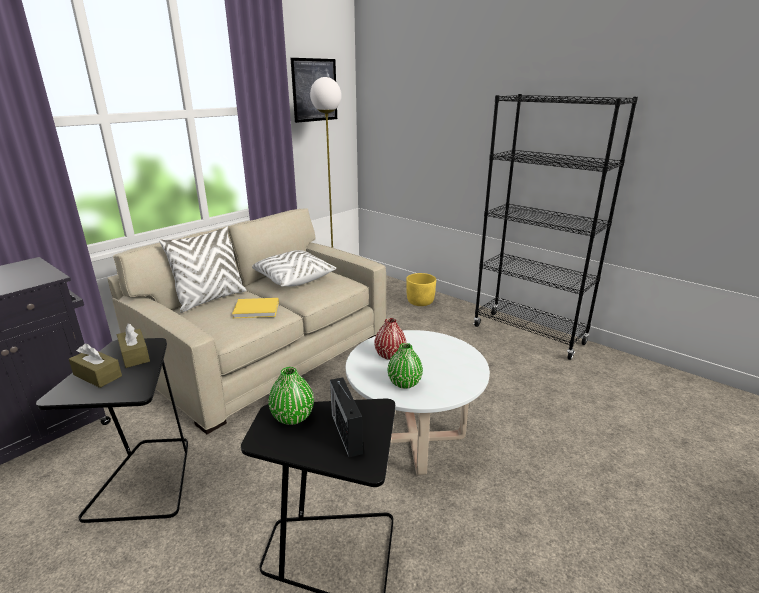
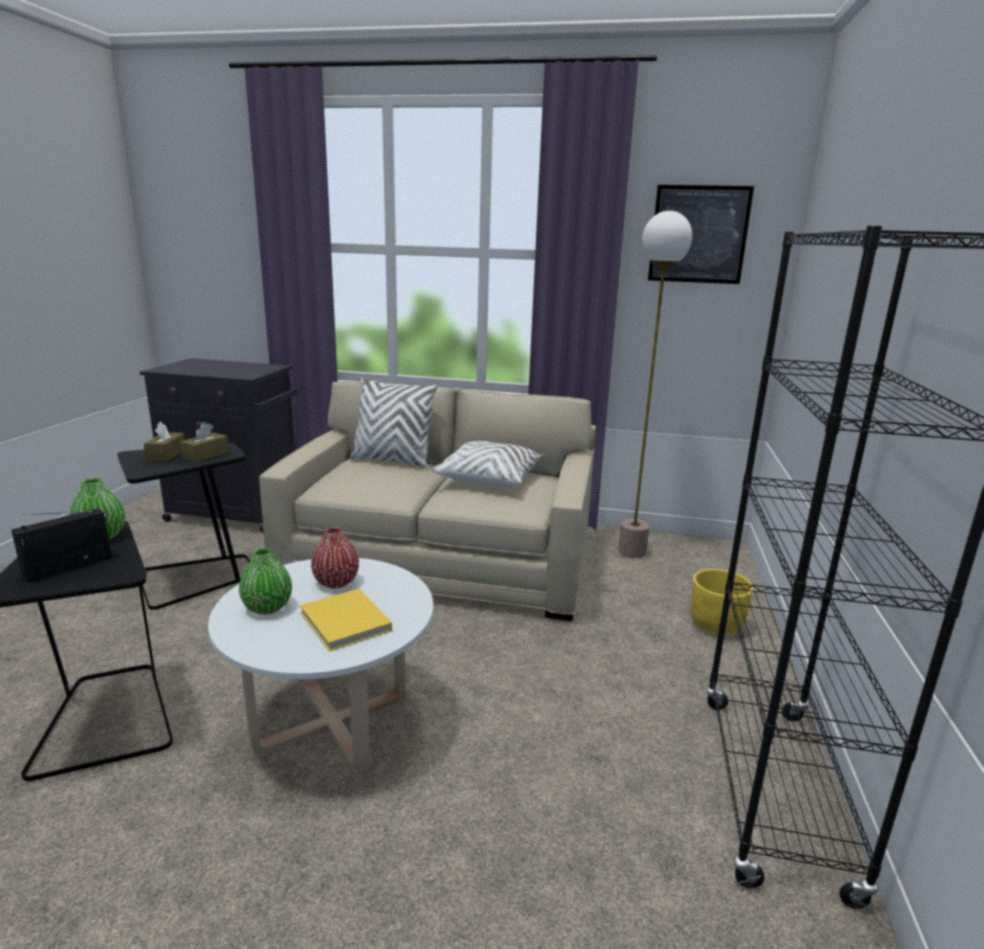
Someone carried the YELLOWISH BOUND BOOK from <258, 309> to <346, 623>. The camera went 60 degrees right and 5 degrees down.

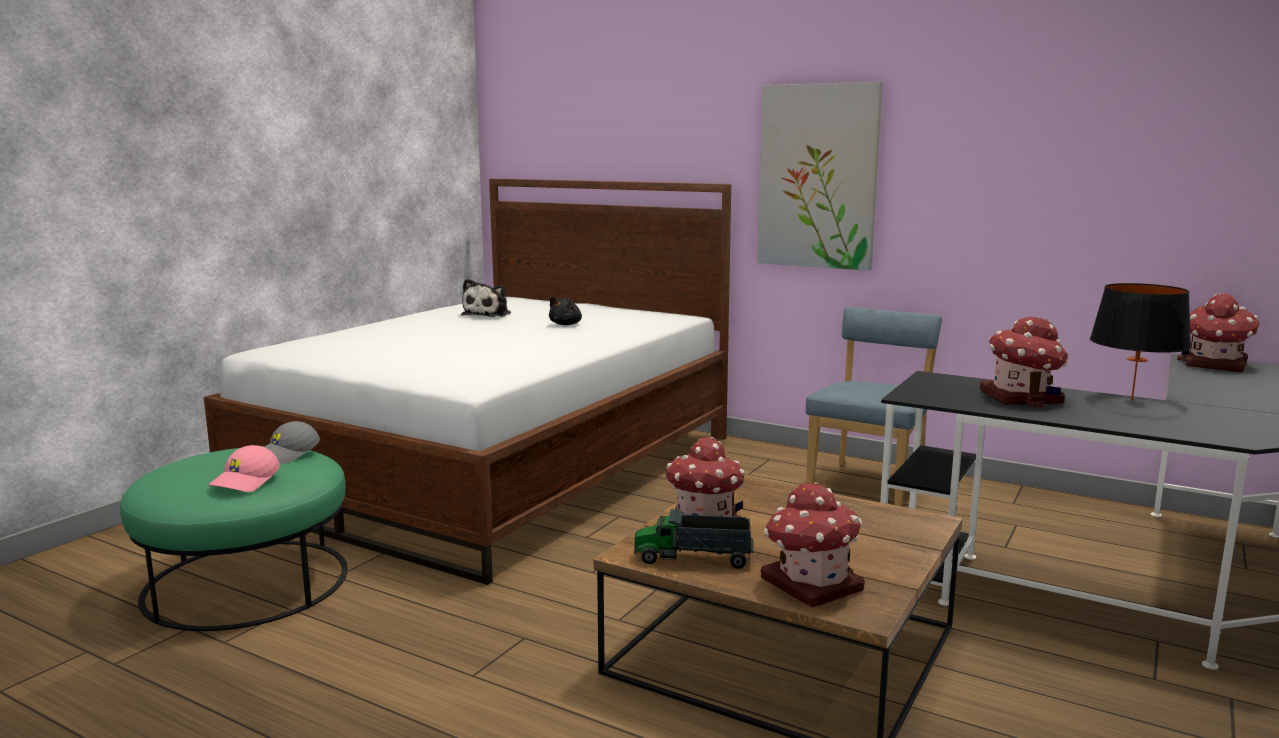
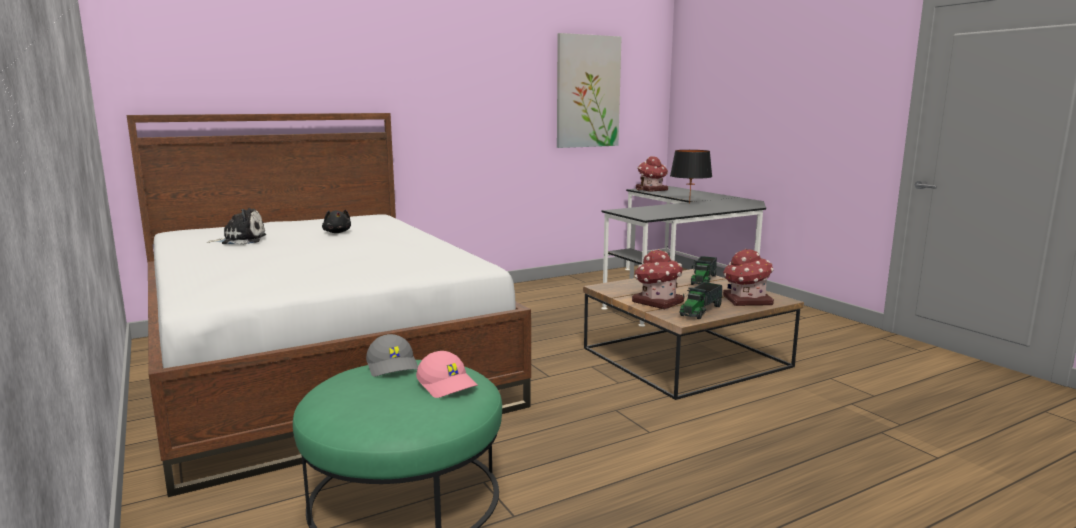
Someone rotated the PLUSH TOY at <488, 314> by 60 degrees counterclockwise. Someone carried the WALL ART from <818, 177> to <588, 91>. Someone took away the BLUE-COLOURED CHAIR at <869, 484>. Someone took away the MINIATURE HOUSE at <1022, 397>. Someone put down the TOY LORRY at <703, 280>. The camera went 60 degrees left and 0 degrees up.

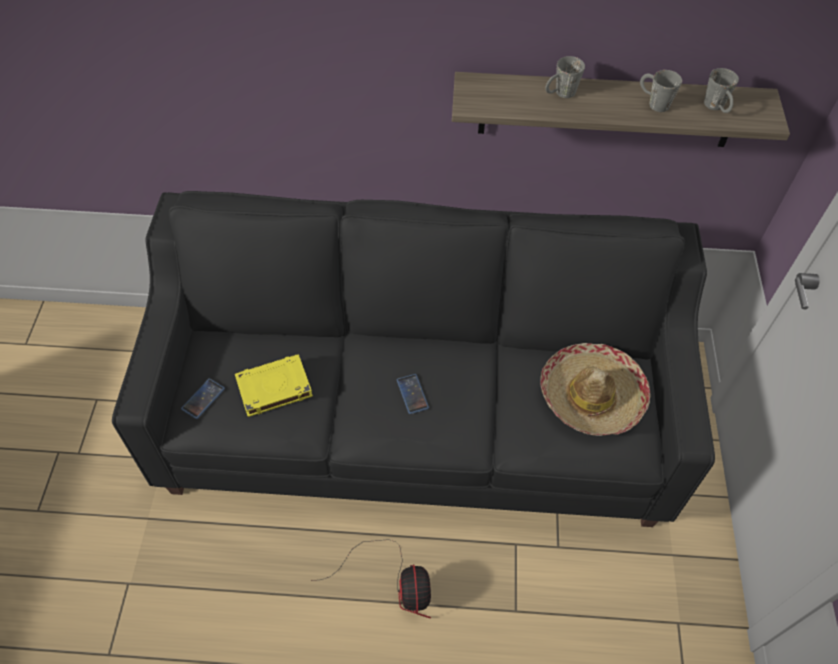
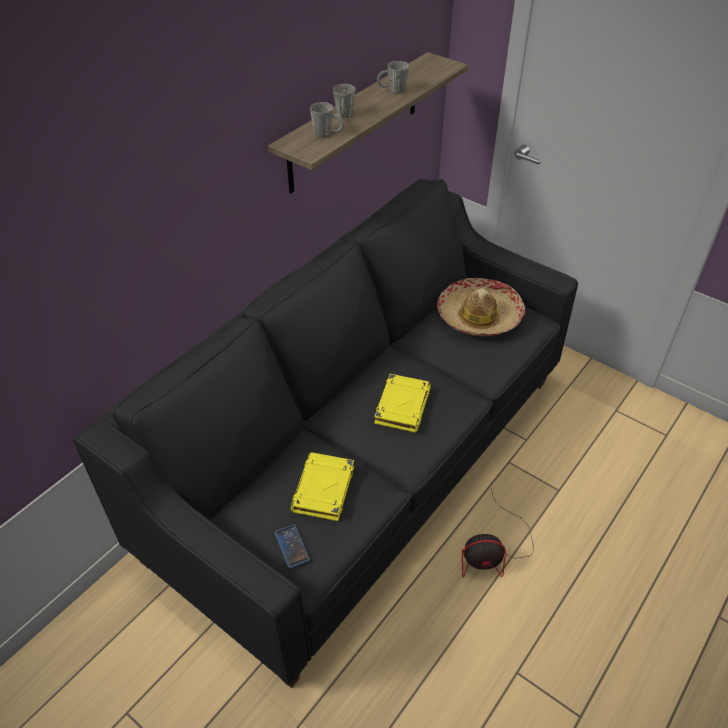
Someone rotated the FAN at <396, 583> by 150 degrees clockwise. Someone swapped the HANDSET at <412, 394> for the YELLOWISH BOUND BOOK at <402, 405>. Someone carried the GRAY TEA MUG from <717, 108> to <328, 134>. The camera went 55 degrees left and 10 degrees down.

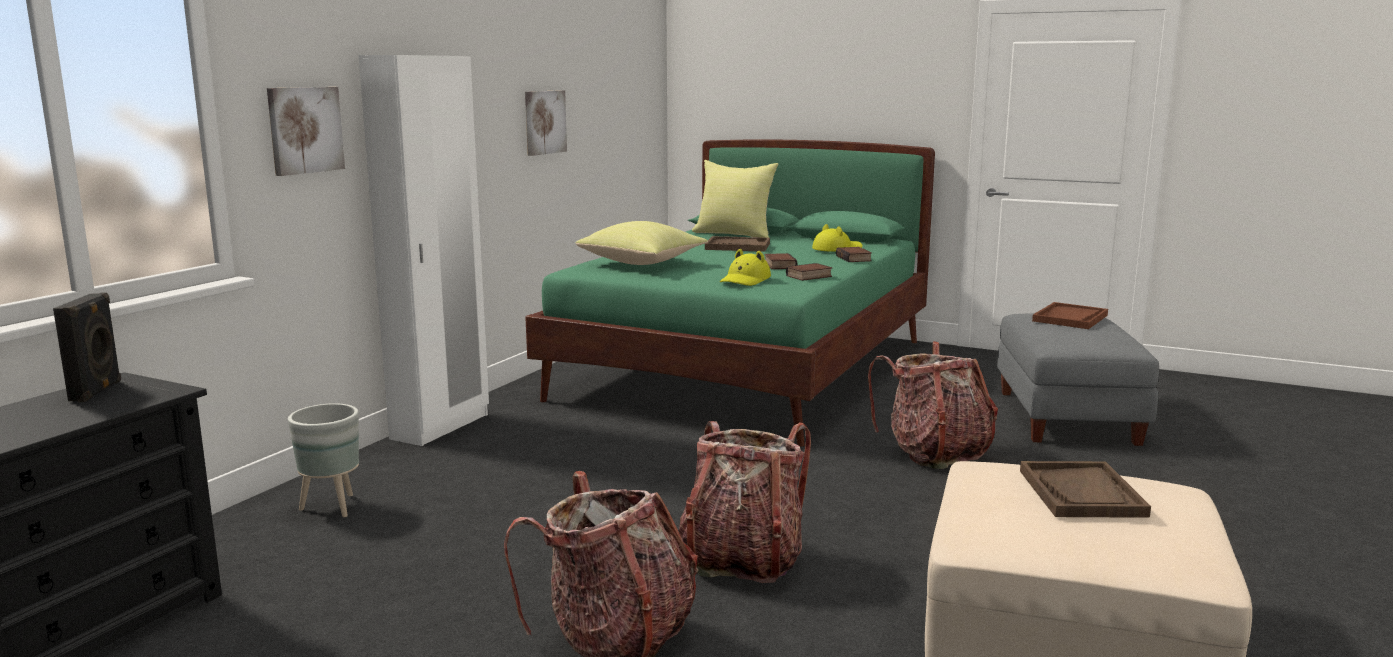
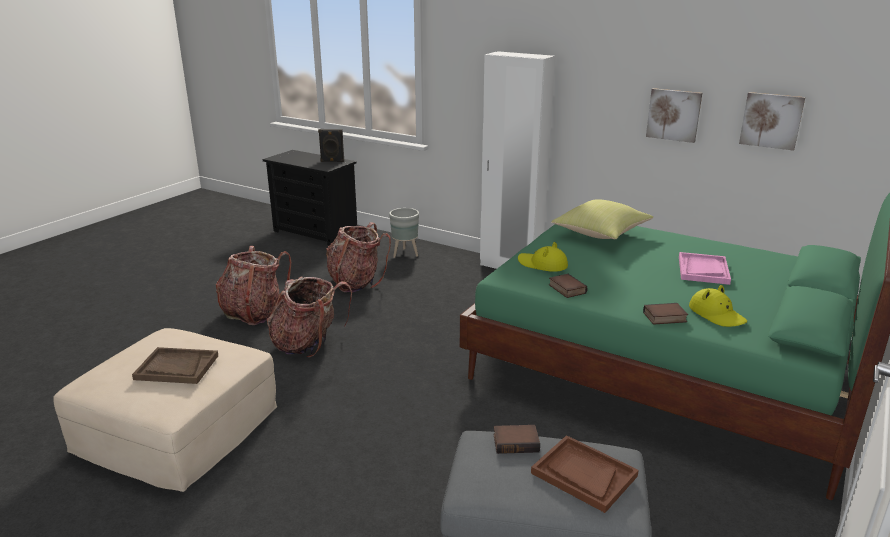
Someone carried the WALL ART from <304, 130> to <771, 120>. Someone took away the YELLOWISH THROW PILLOW at <735, 234>. Someone repainted the BROWN-COLOURED TRAY at <737, 246>, which became the PINK TRAY at <703, 270>. Someone carried the BOUND BOOK from <778, 265> to <516, 442>. Someone carried the BACKPACK from <934, 453> to <356, 282>. The camera went 95 degrees right and 10 degrees up.

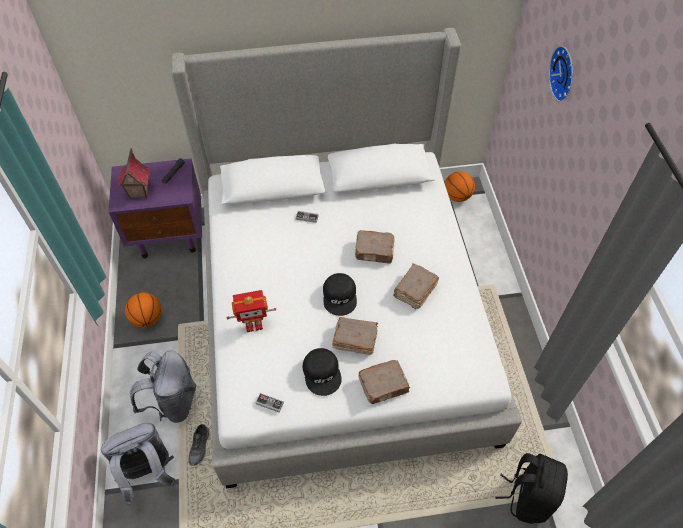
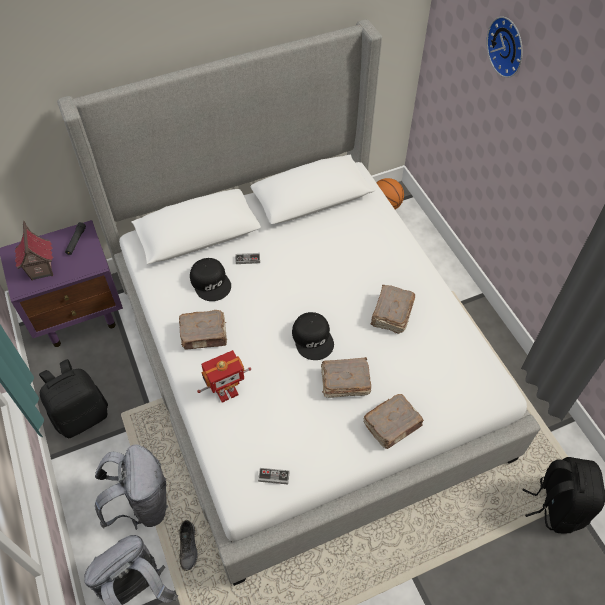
Someone swapped the BASKETBALL BALL at <147, 318> for the BLACK-COLOURED BACKPACK at <82, 415>. Someone carried the BLACK-COLOURED PEAKED CAP from <322, 373> to <211, 282>. Someone carried the BROWN-COLOURED BOUND BOOK from <375, 251> to <204, 335>. The camera went 15 degrees left and 0 degrees up.

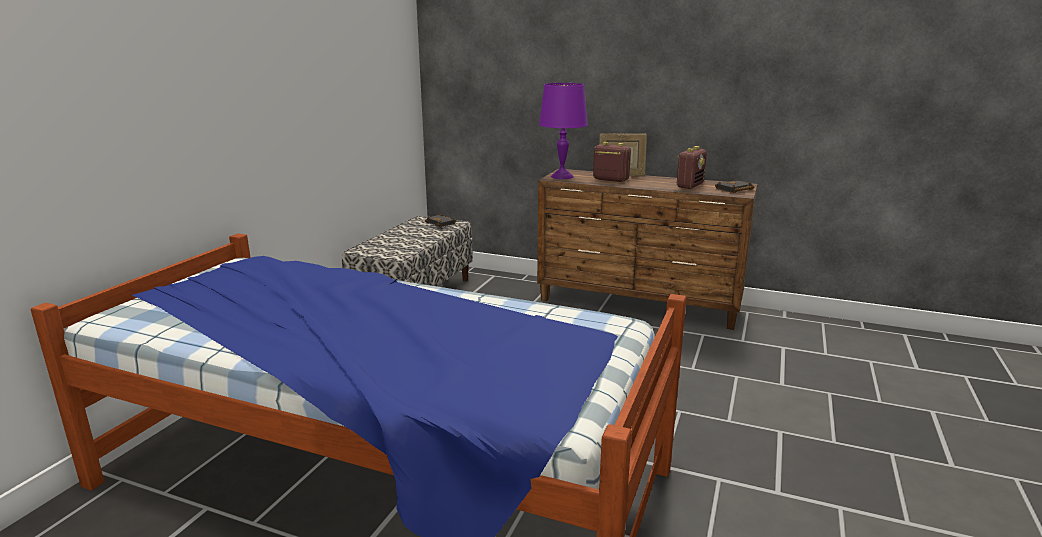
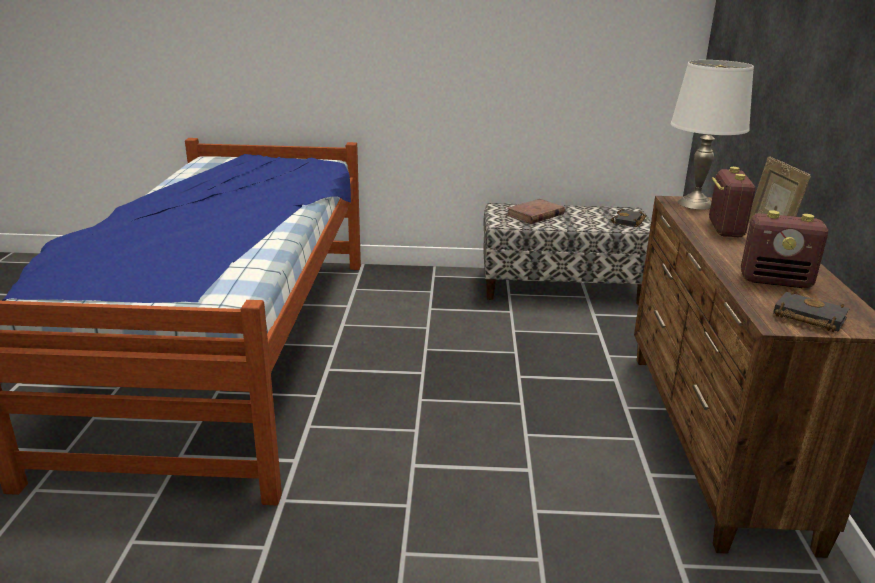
Someone repainted the PURPLE TABLETOP LAMP at <562, 176>, which became the WHITE TABLETOP LAMP at <695, 204>. Someone put down the BROWN-COLOURED BOUND BOOK at <535, 215>. The camera went 70 degrees right and 5 degrees up.

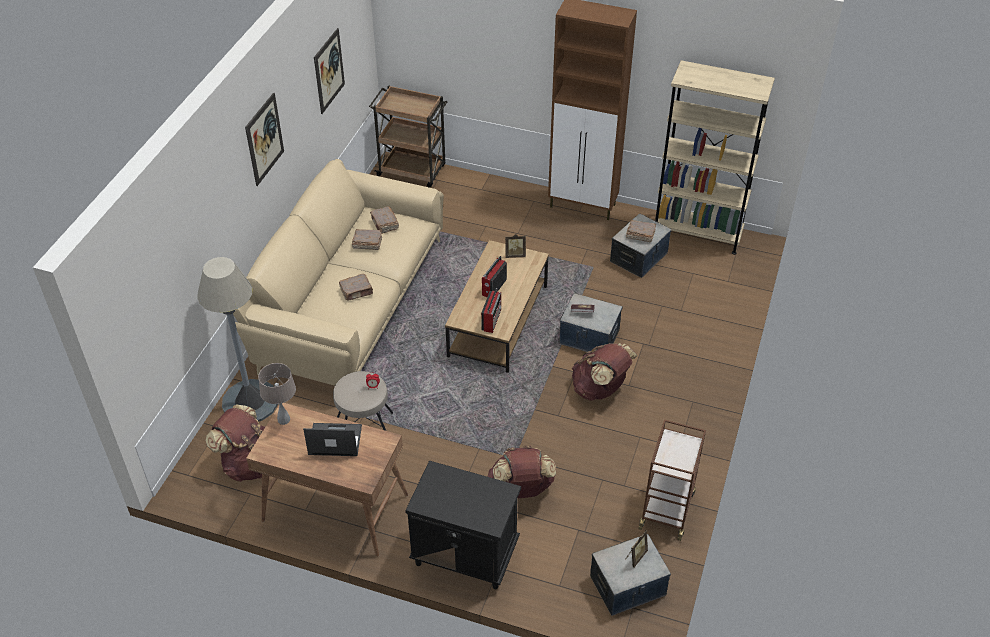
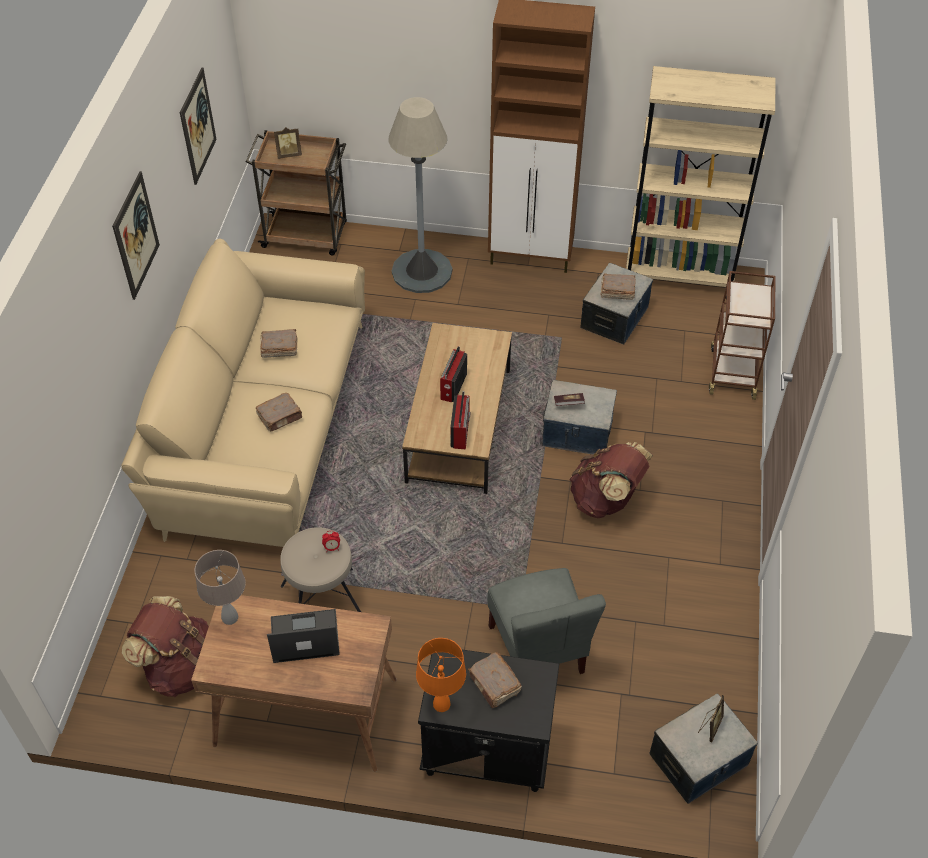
Someone carried the GRAY STANDARD LAMP from <250, 402> to <421, 271>. Someone carried the BROWN-COLOURED BOUND BOOK from <384, 224> to <494, 685>. Someone swapped the BROWN-COLOURED BACKPACK at <521, 489> for the GRAY CHAIR at <538, 649>. Someone carried the PHOTO FRAME from <515, 255> to <289, 154>. Someone carried the BROWN-COLOURED TROLLEY from <666, 509> to <732, 372>. Someone put down the ORANGE TABLETOP LAMP at <441, 704>. The camera went 10 degrees left and 5 degrees up.

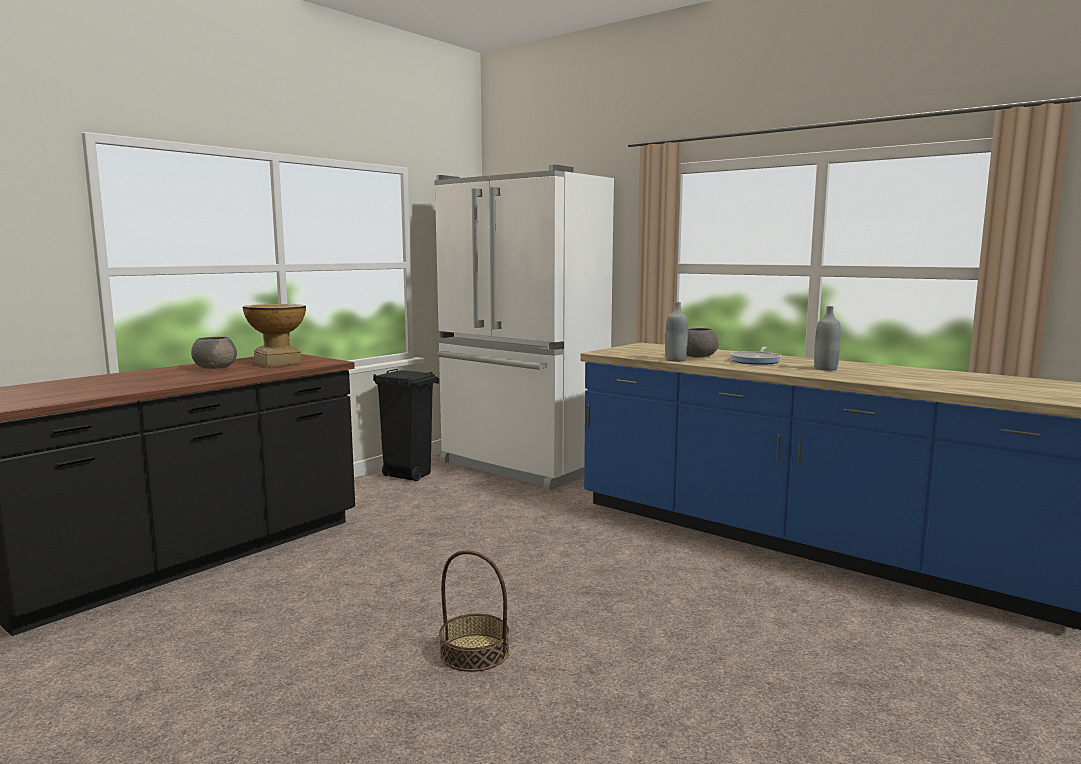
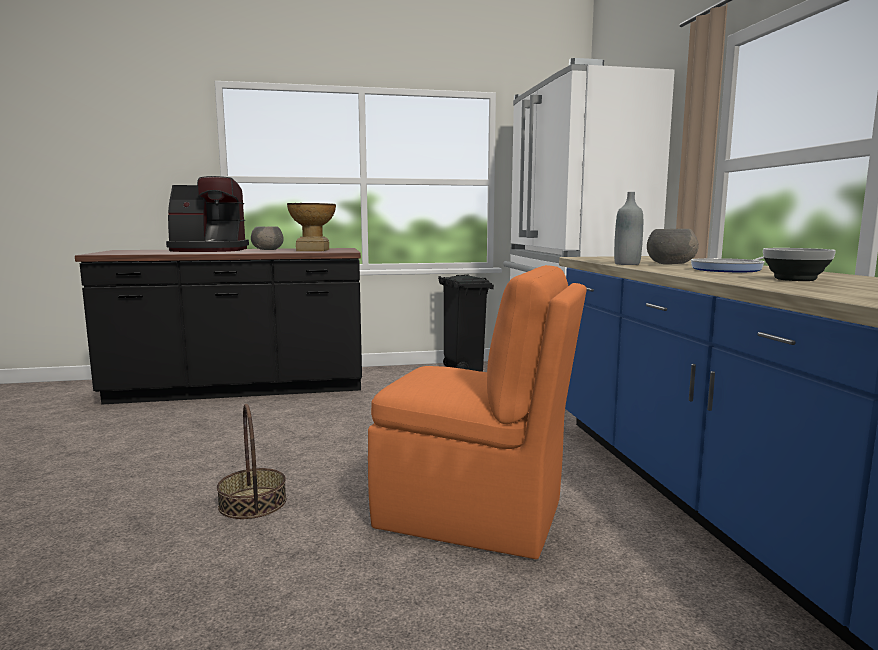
Someone swapped the GRAY DRINK BOTTLE at <825, 369> for the SERVING BOWL at <795, 279>. Someone put down the COFFEE MACHINE at <208, 250>. Someone put down the ORANGE CHAIR at <475, 514>. The camera went 40 degrees right and 0 degrees up.

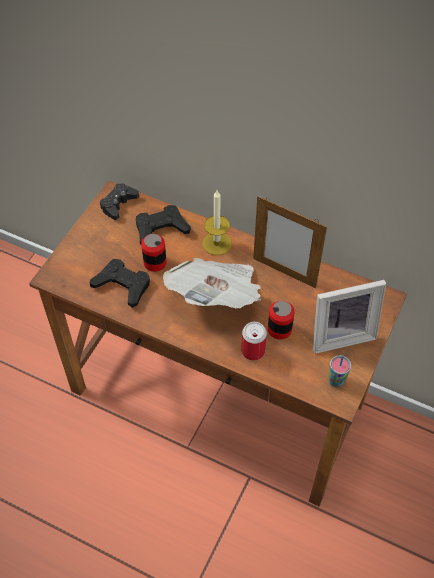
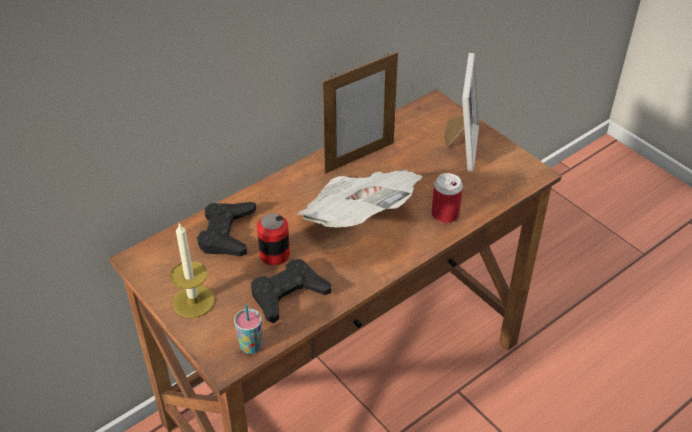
Someone took away the BLACK-COLOURED GAMEPAD at <118, 204>. Someone carried the CANDLE from <217, 243> to <193, 301>. Someone took away the CAN at <279, 329>. Someone carried the SMALL CUP from <336, 381> to <251, 346>. The camera went 65 degrees left and 10 degrees down.

